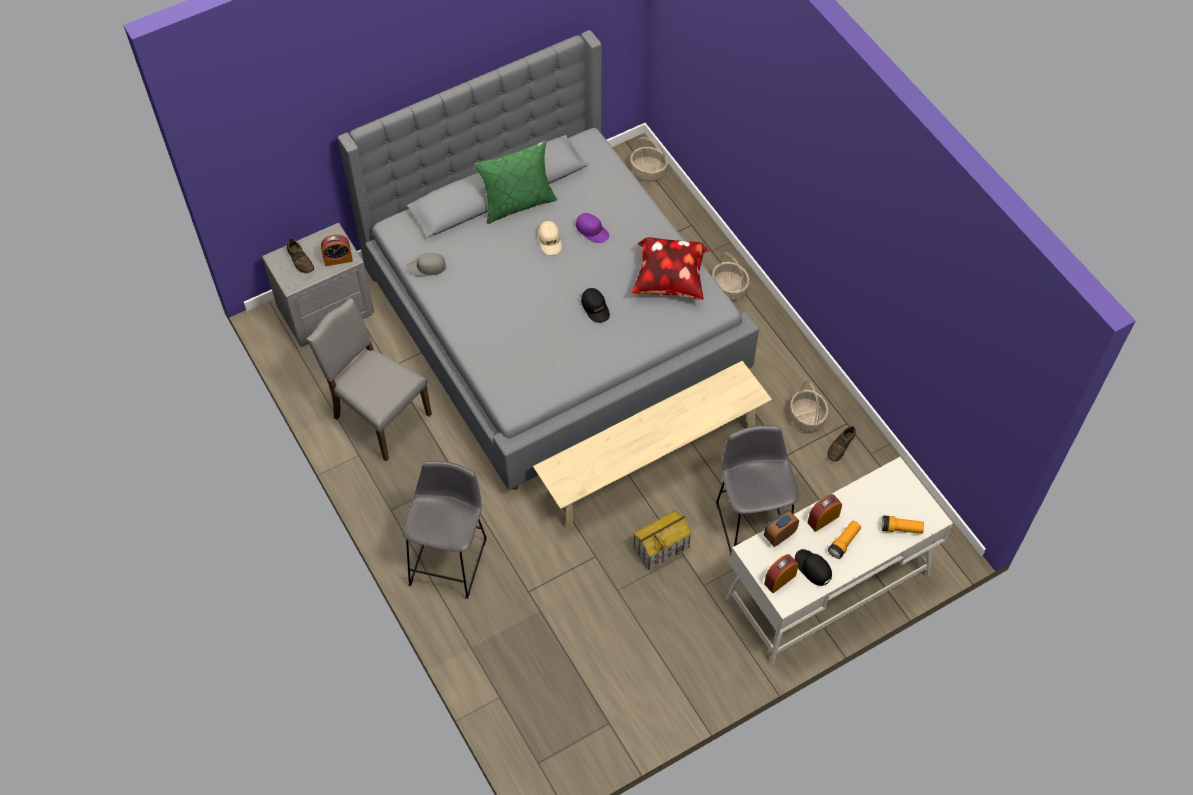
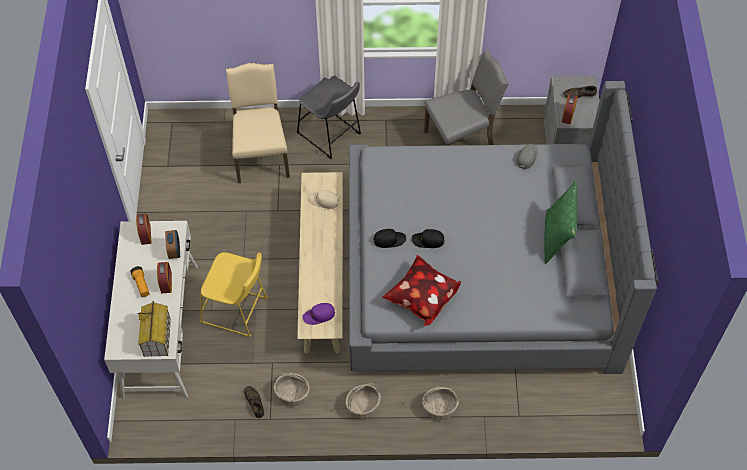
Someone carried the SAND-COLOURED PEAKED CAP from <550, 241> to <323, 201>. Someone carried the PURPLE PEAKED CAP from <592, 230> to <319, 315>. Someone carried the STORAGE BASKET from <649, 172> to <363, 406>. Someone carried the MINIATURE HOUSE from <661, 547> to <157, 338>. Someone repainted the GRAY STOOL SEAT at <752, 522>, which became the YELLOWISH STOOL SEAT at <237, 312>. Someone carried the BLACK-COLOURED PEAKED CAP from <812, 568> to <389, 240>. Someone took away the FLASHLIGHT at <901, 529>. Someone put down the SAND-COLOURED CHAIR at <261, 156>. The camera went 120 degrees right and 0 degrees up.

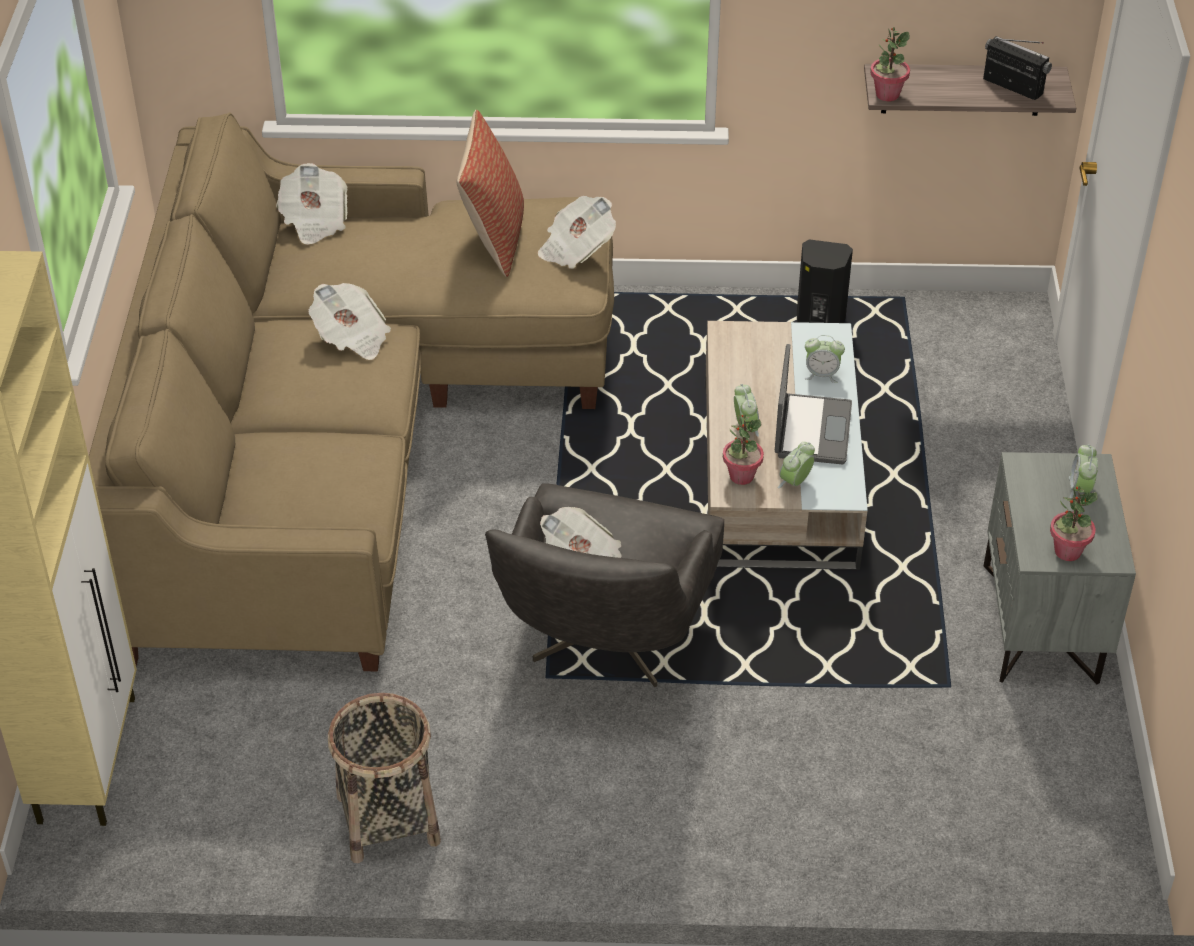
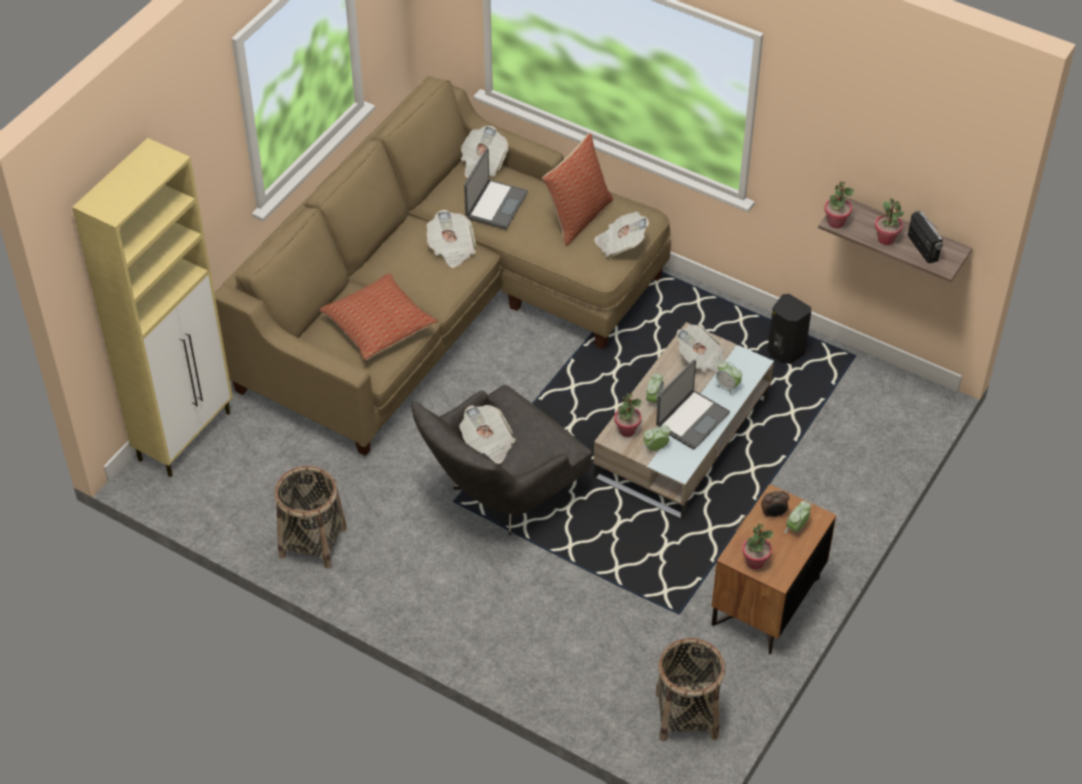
Someone repainted the GRAY NIGHTSTAND at <1042, 624>, which became the BROWN-COLOURED NIGHTSTAND at <766, 603>. Someone put down the THROW PILLOW at <379, 326>. Someone put down the PORTABLE COMPUTER at <495, 205>. Someone put down the STORAGE BASKET at <686, 715>. Someone put down the PRINTED PAPER at <701, 359>. Someone put down the ALARM CLOCK at <773, 514>. Someone put down the POTTED PLANT at <886, 239>. The camera went 30 degrees right and 5 degrees up.

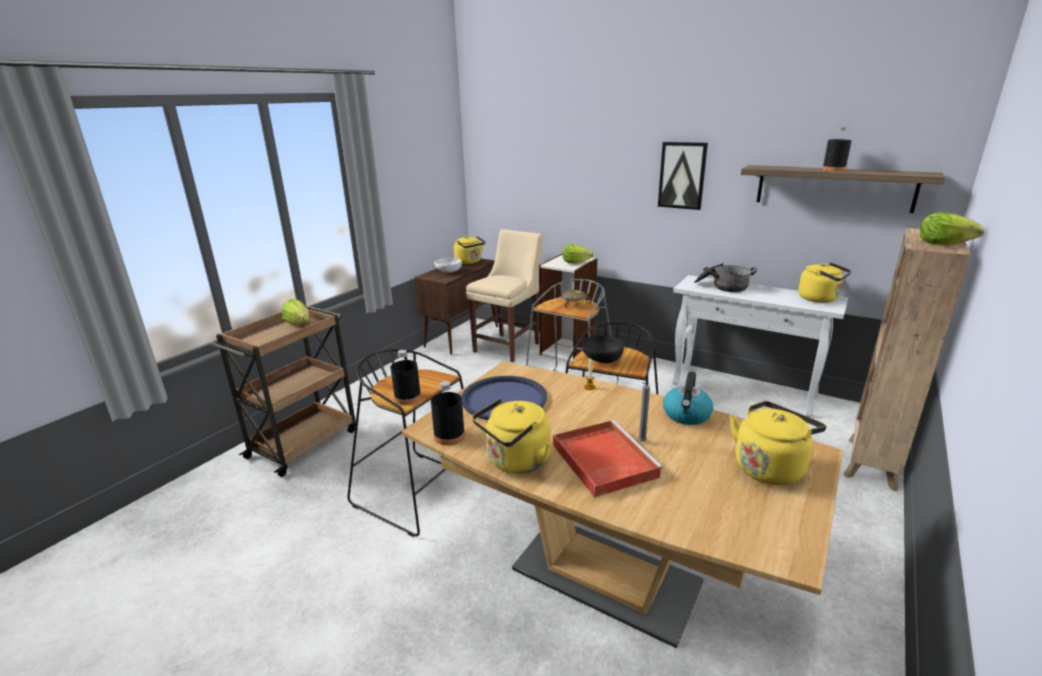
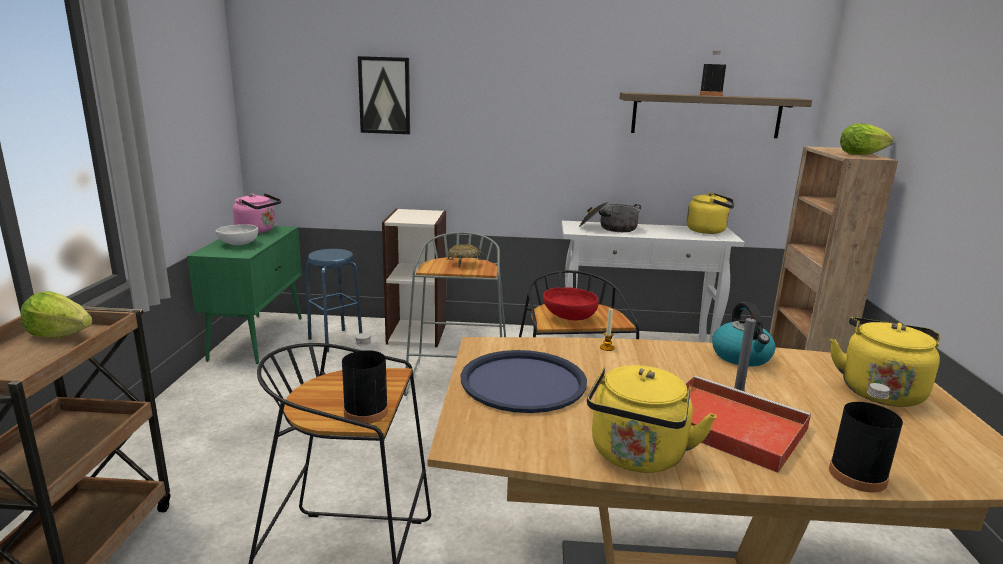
Someone repainted the BROWN-COLOURED STORAGE CABINET at <462, 336>, which became the GREEN-COLOURED STORAGE CABINET at <258, 338>. Someone carried the BLACK-COLOURED DRINK BOTTLE from <449, 436> to <857, 475>. Someone repainted the YELLOWISH WATER KETTLE at <469, 262>, which became the PINK WATER KETTLE at <258, 230>. Someone swapped the SAND-COLOURED CHAIR at <509, 346> for the BLUE-COLOURED STOOL SEAT at <335, 340>. Someone took away the LETTUCE at <575, 262>. Someone repainted the BLACK-COLOURED SERVING BOWL at <601, 359>, which became the RED SERVING BOWL at <568, 317>. Someone carried the WALL ART from <682, 175> to <385, 95>. The camera went 30 degrees left and 5 degrees down.

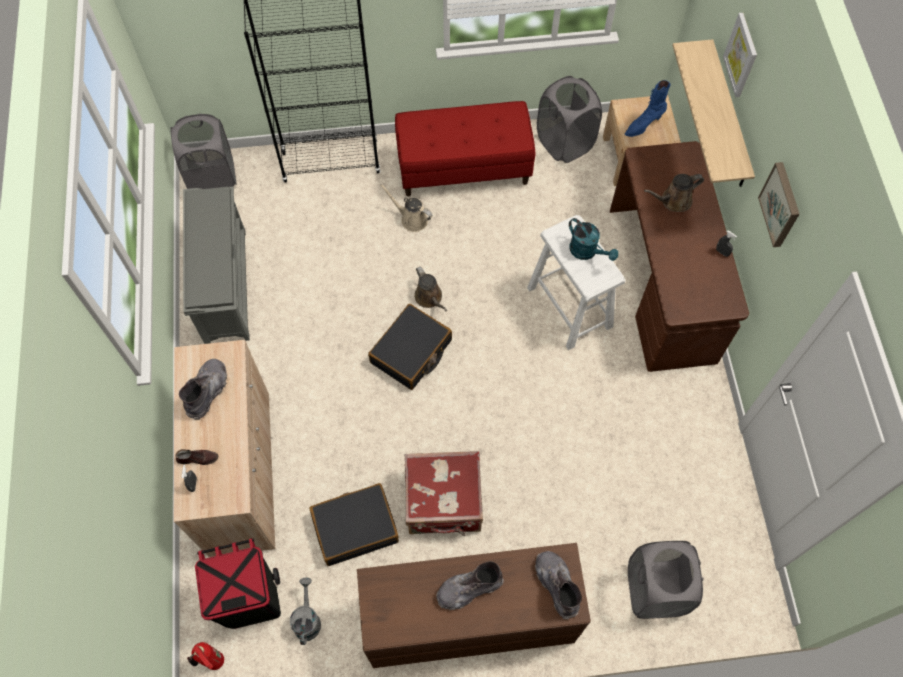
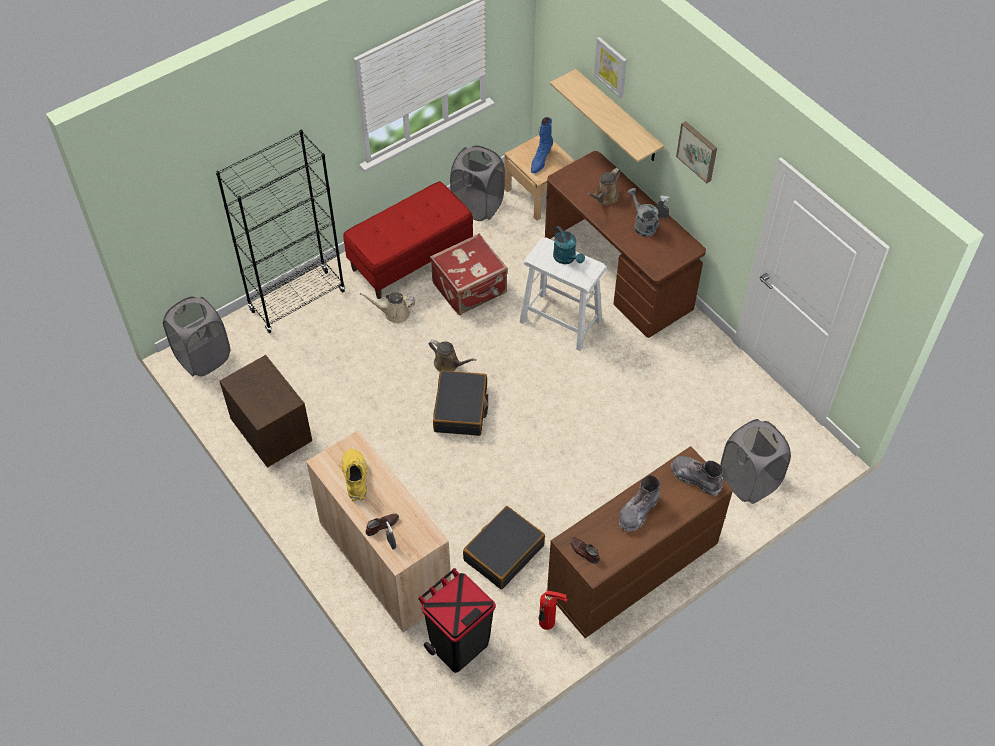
Someone repainted the GRAY BOOT at <207, 391>, which became the YELLOWISH BOOT at <355, 477>. Someone swapped the GRAY SHOE STAND at <224, 285> for the BROWN-COLOURED NIGHTSTAND at <272, 432>. Someone carried the FIRE-FIGHTING CYLINDER from <214, 663> to <547, 624>. Someone carried the GRAY WATERING CAN from <307, 619> to <642, 225>. Someone carried the RED SUITCASE from <444, 502> to <470, 289>. Someone rotated the BLUE-GREEN WATERING CAN at <587, 252> by 45 degrees clockwise. Someone put down the BROWN-COLOURED ITEM OF FOOTWEAR at <584, 551>. The camera went 30 degrees left and 10 degrees down.

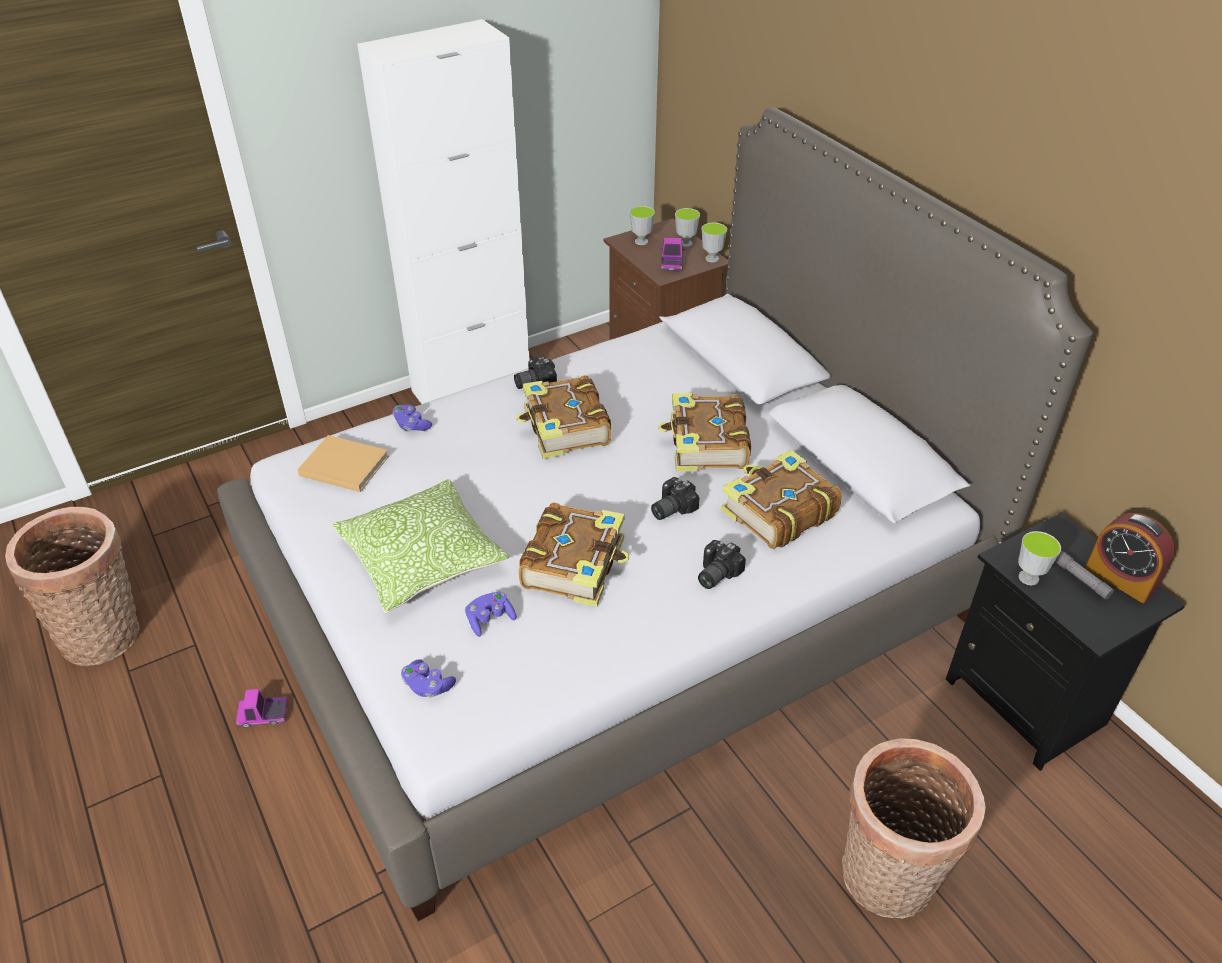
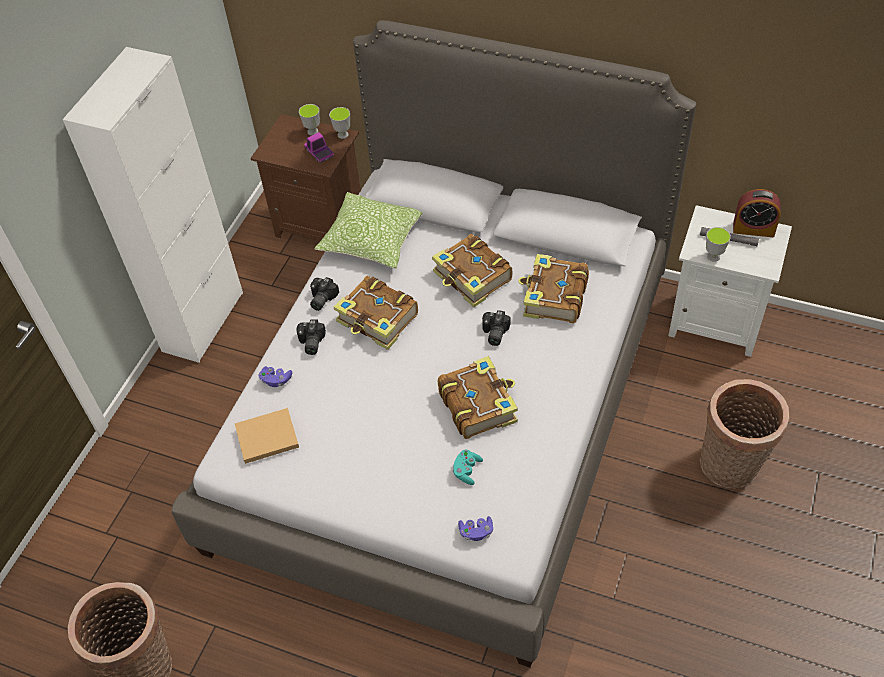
Someone took away the TOY LORRY at <263, 715>. Someone carried the THROW PILLOW from <422, 559> to <372, 240>. Someone repainted the PURPLE GAMEPAD at <490, 619>, which became the BLUE-GREEN GAMEPAD at <467, 470>. Someone took away the SMALL CUP at <641, 241>. Someone carried the STILL CAMERA from <714, 573> to <310, 343>. Someone repainted the BLACK-COLOURED NIGHTSTAND at <1027, 701>, which became the WHITE NIGHTSTAND at <716, 321>. The camera went 35 degrees left and 10 degrees up.

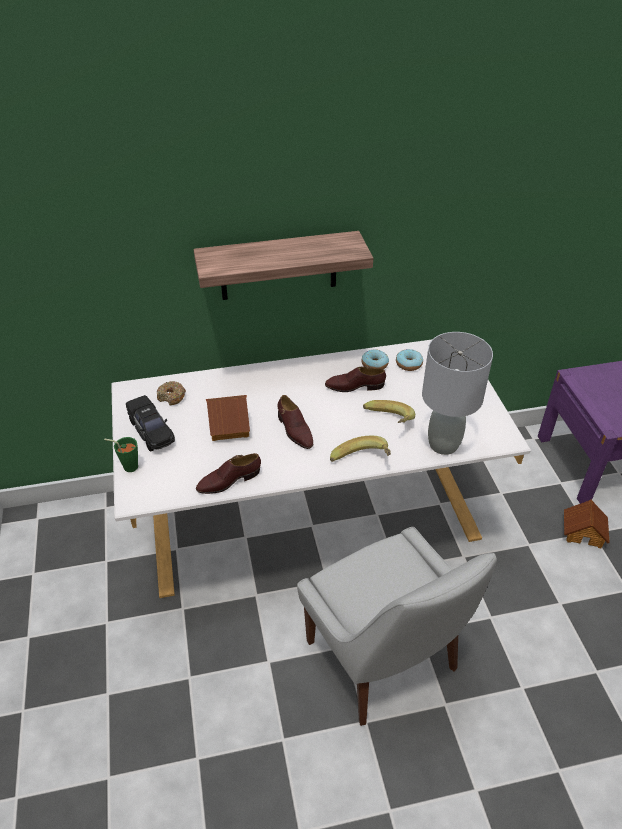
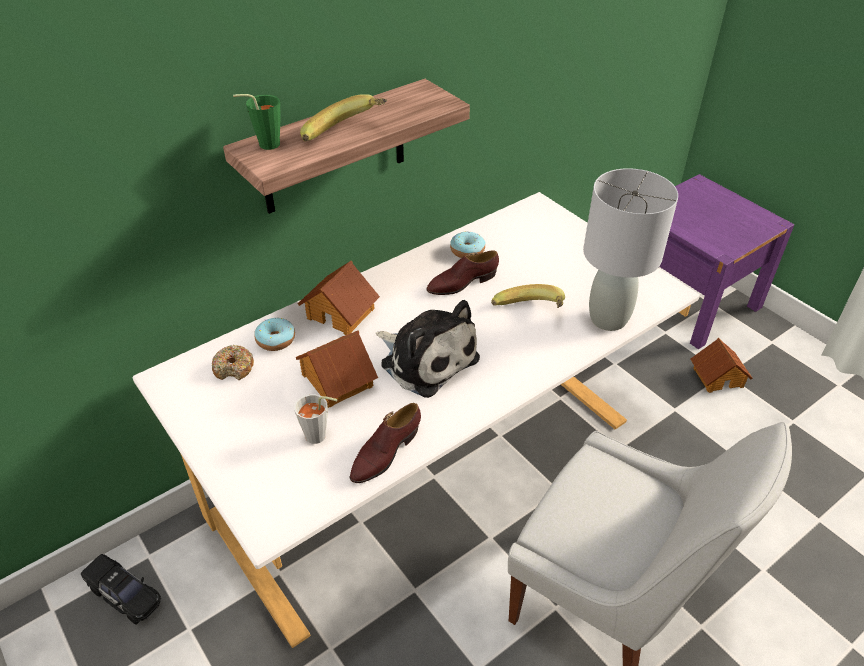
Someone carried the GREEN-COLOURED SMALL CUP from <127, 466> to <264, 145>. Someone carried the BLACK-COLOURED TOY CAR from <151, 431> to <125, 595>. Someone swapped the BROWN-COLOURED ITEM OF FOOTWEAR at <294, 430> for the PLUSH TOY at <426, 359>. Someone carried the BANANA from <362, 462> to <347, 136>. Someone carried the DOUGHNUT from <409, 364> to <276, 340>. Someone put down the GRAY SMALL CUP at <320, 437>. Someone put down the MINIATURE HOUSE at <341, 312>. The camera went 25 degrees left and 0 degrees up.

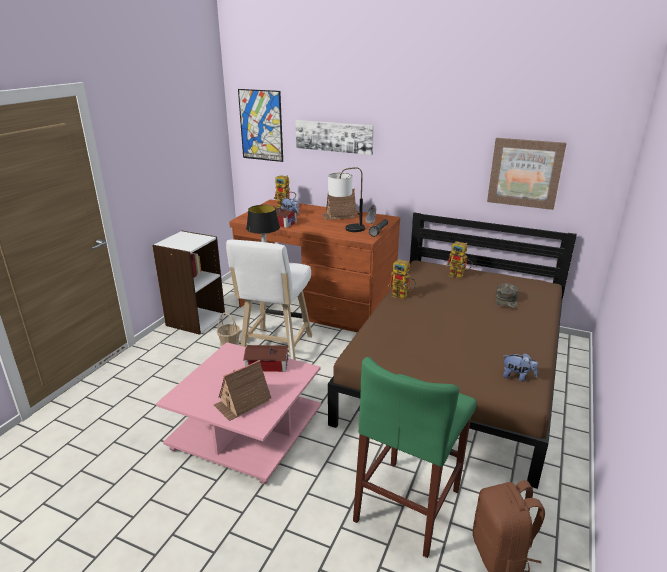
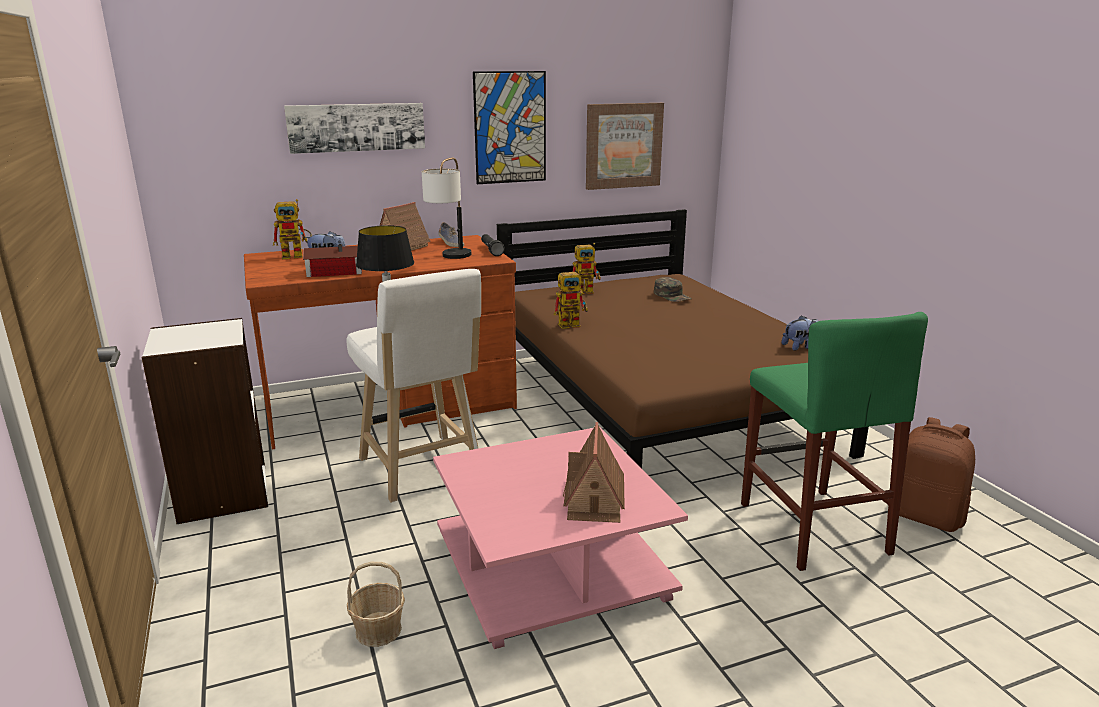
Someone carried the STORAGE BASKET from <229, 342> to <378, 630>. Someone carried the WALL ART from <261, 125> to <510, 128>. Someone took away the MINIATURE HOUSE at <266, 364>. The camera went 45 degrees left and 5 degrees down.

